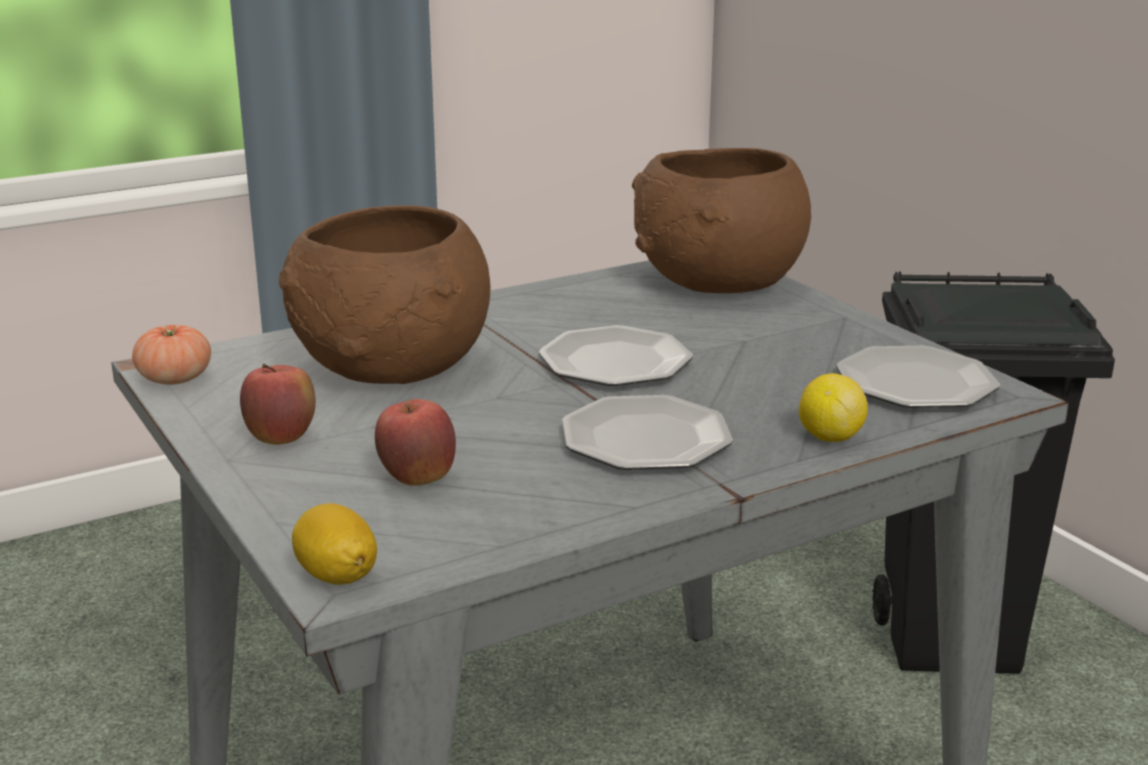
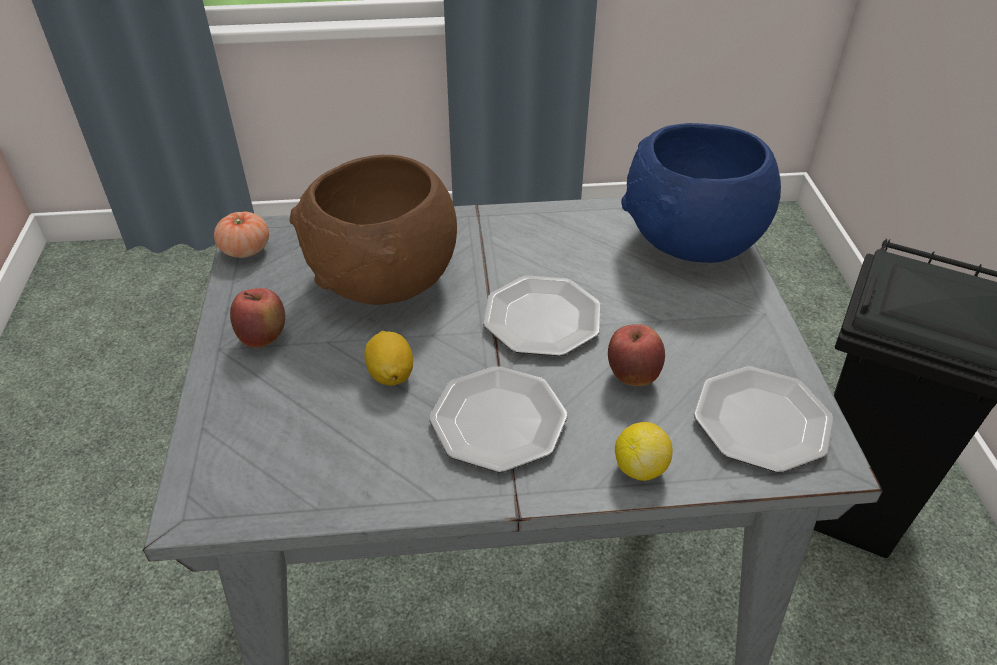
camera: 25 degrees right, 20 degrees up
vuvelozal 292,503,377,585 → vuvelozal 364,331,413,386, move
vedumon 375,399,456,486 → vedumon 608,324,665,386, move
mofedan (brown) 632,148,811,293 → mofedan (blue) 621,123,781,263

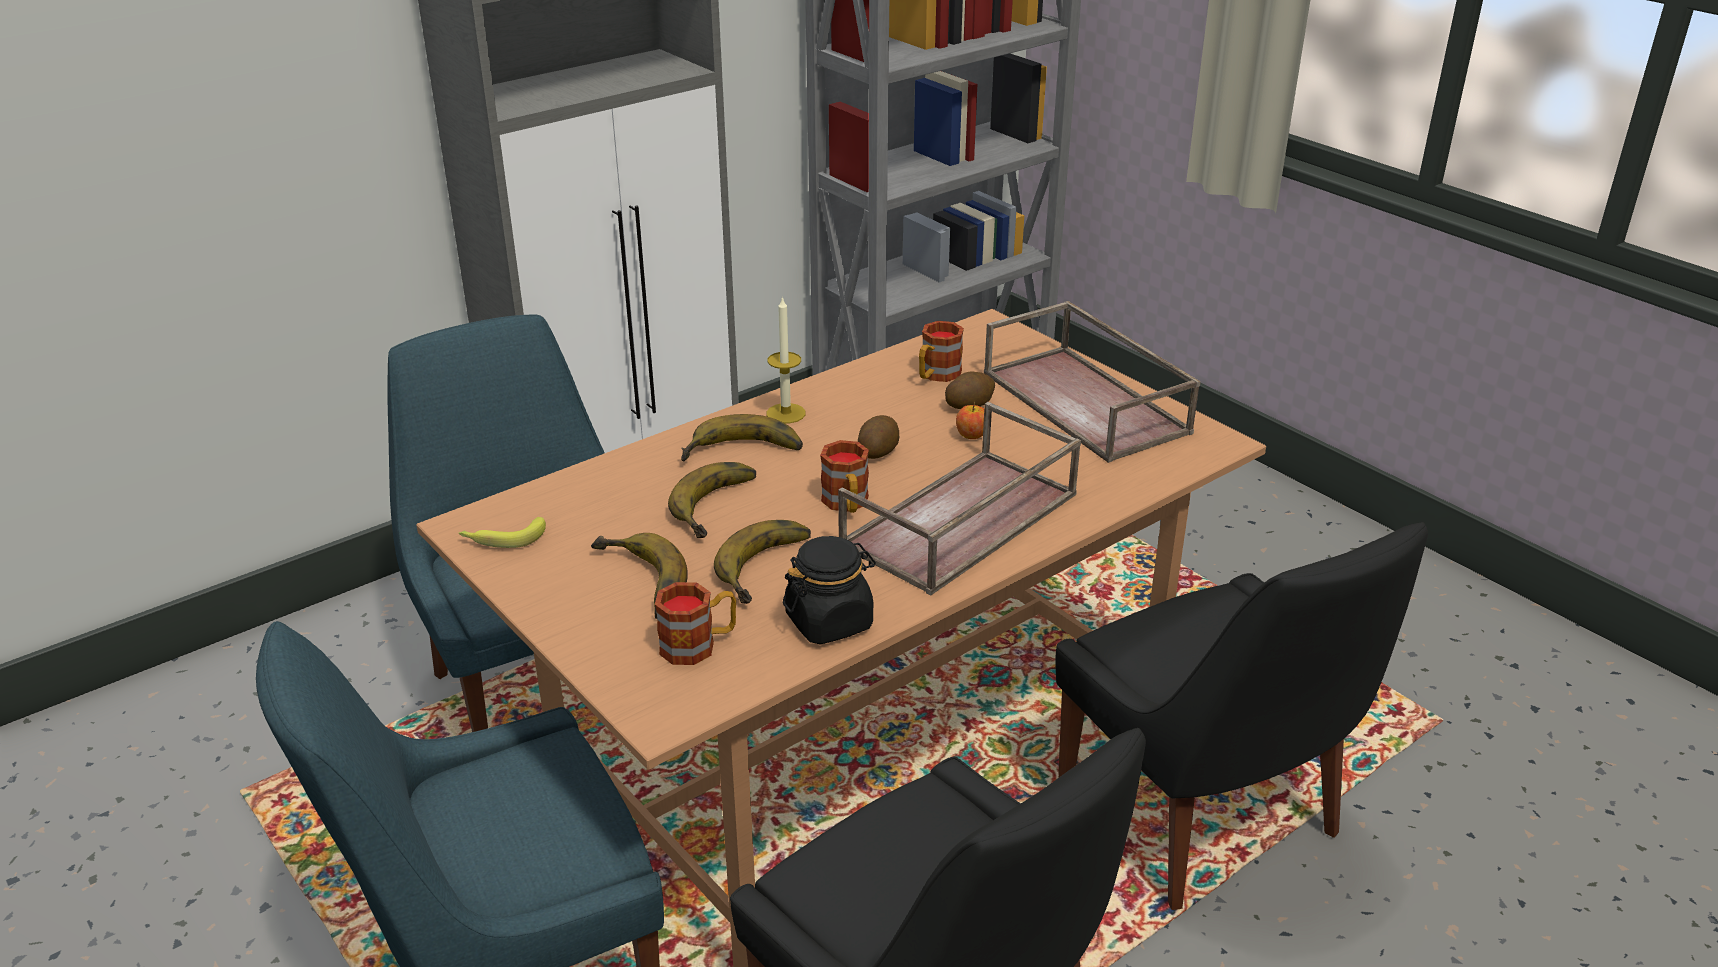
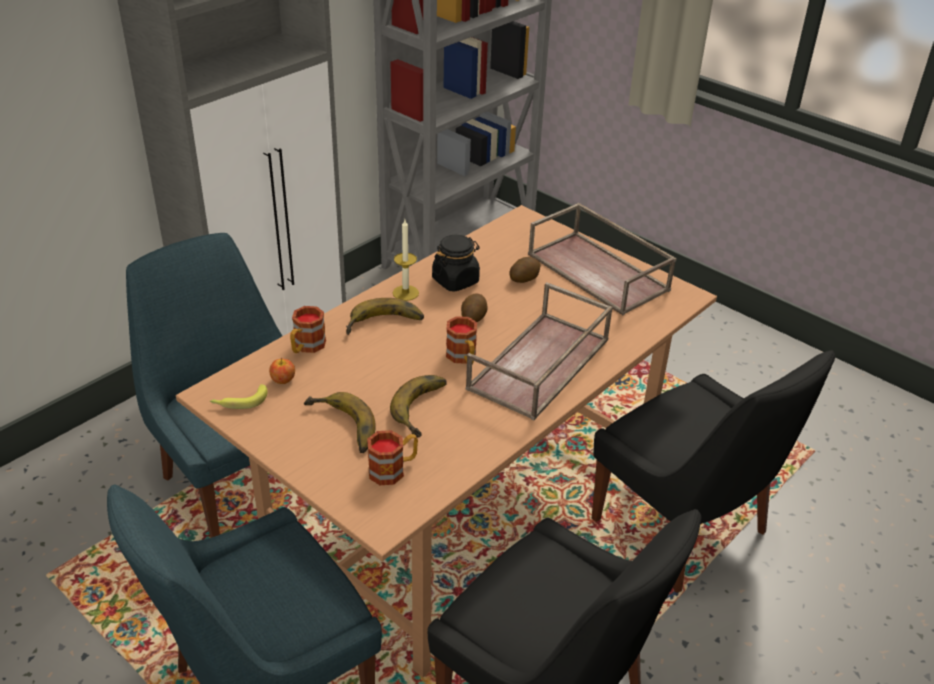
camera: 10 degrees left, 5 degrees up
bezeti 668,462,756,538 → -
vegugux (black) 783,536,876,645 → vegugux (black) 432,235,480,292, move
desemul 919,321,964,382 → desemul 290,306,326,353, move
vedumon 956,401,984,439 → vedumon 269,357,295,384, move

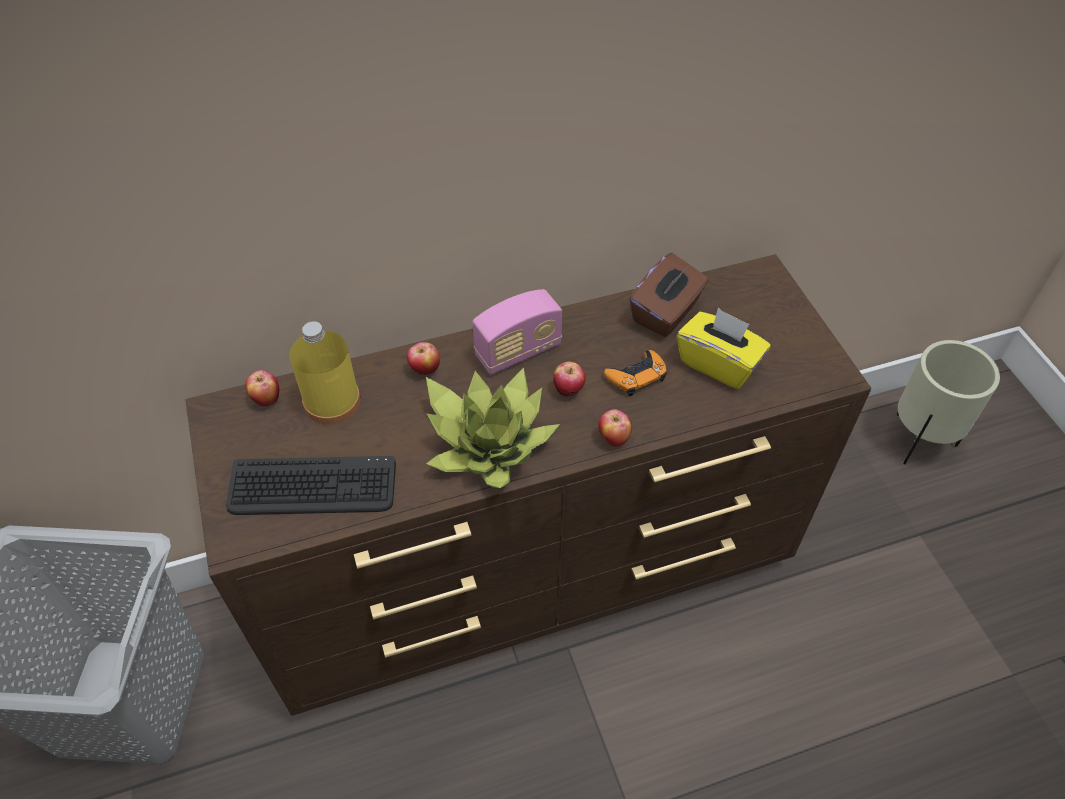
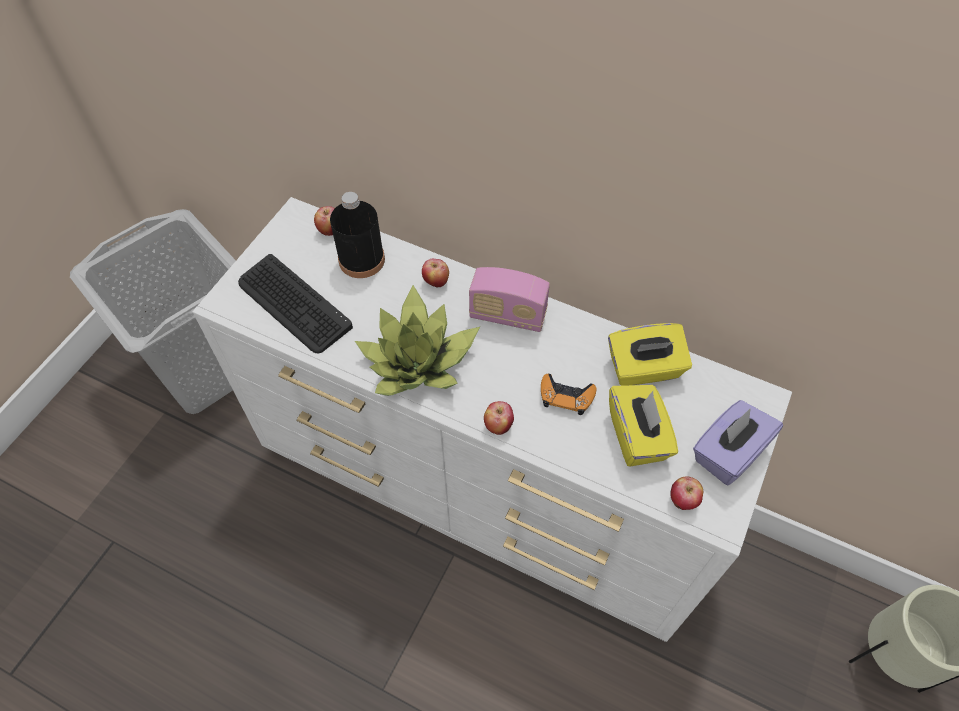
camera: 45 degrees right, 5 degrees up
- → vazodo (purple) 693,400,783,485
vedumon 553,362,586,397 → vedumon 670,476,703,510, move
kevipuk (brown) 185,254,871,716 → kevipuk (white) 193,197,792,642
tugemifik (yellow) 289,321,361,425 → tugemifik (black) 330,192,385,278
vazodo (brown) 630,253,709,337 → vazodo (yellow) 608,323,692,386

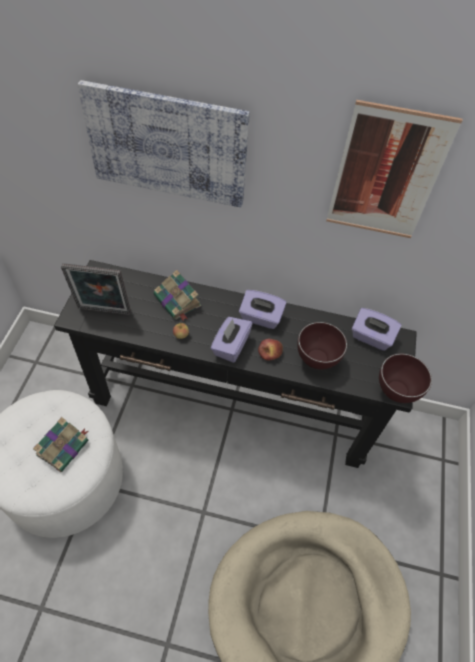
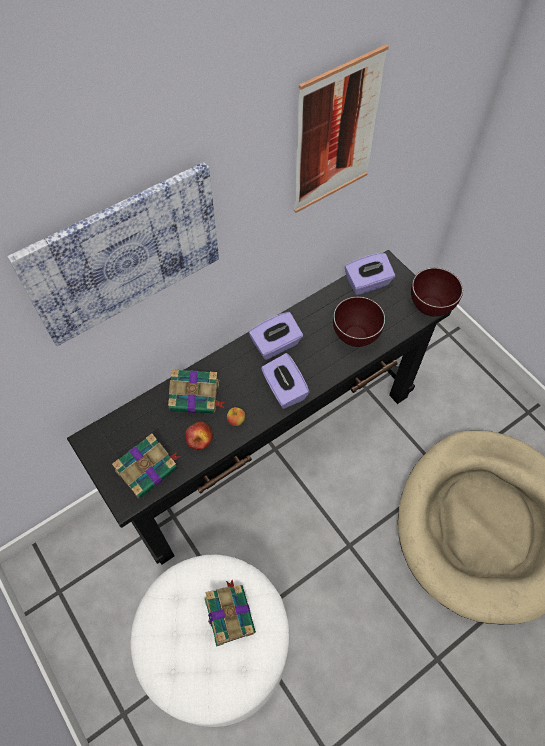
camera: 45 degrees left, 5 degrees up
vedumon 258,339,283,361 → vedumon 185,421,213,450, move
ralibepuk 61,263,131,315 → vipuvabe 112,433,180,499

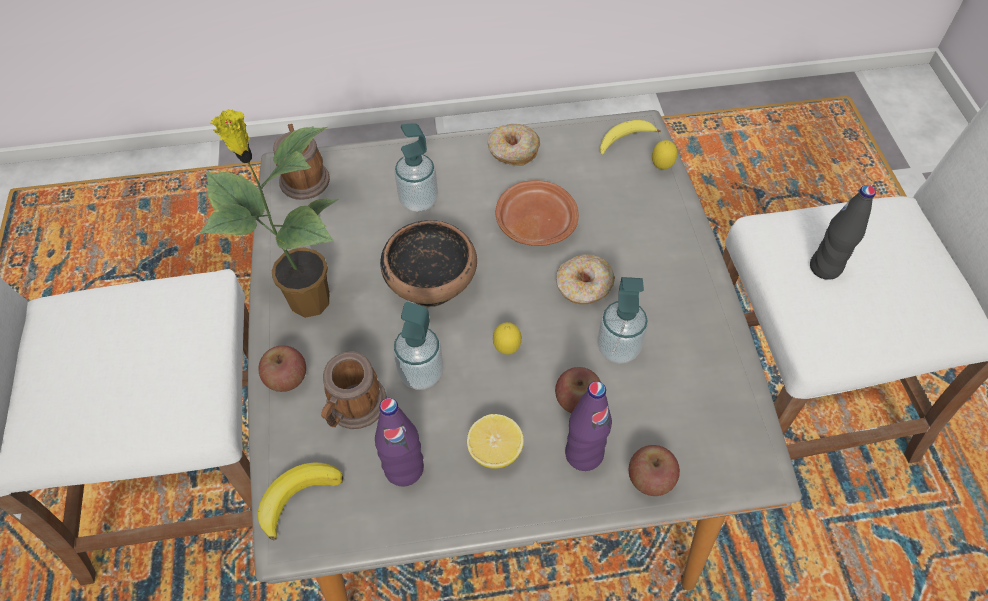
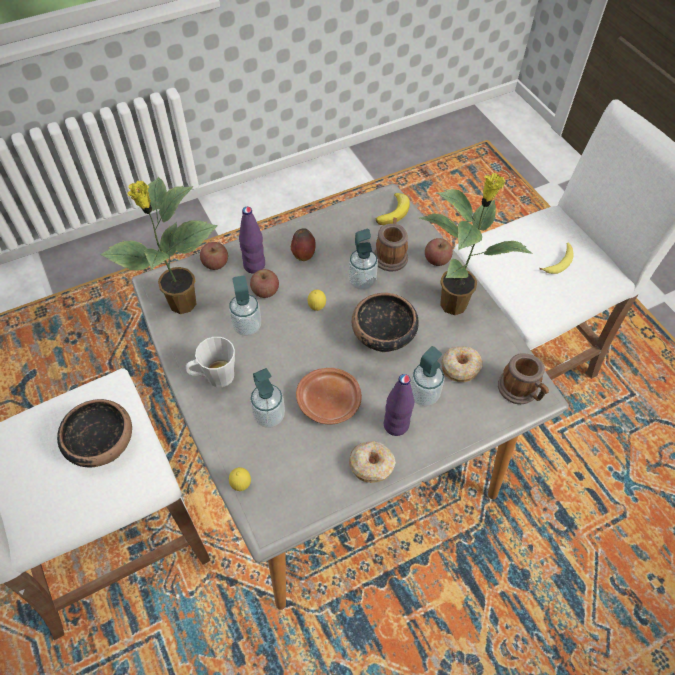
camera: 160 degrees right, 0 degrees up
- → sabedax 100,177,218,314
- → desemul (grey) 186,337,235,387
- → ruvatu 250,368,285,428
tugemifik (purple) 375,398,424,486 → tugemifik (purple) 384,374,414,436, move
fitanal 556,254,615,304 → fitanal 441,346,483,382, move
bezeti 600,120,661,155 → bezeti 539,243,574,274, move
vuvelozal 467,414,524,469 → vedumon 291,228,316,261
tugemifik (black) 810,185,876,280 → mofedan 57,399,132,467

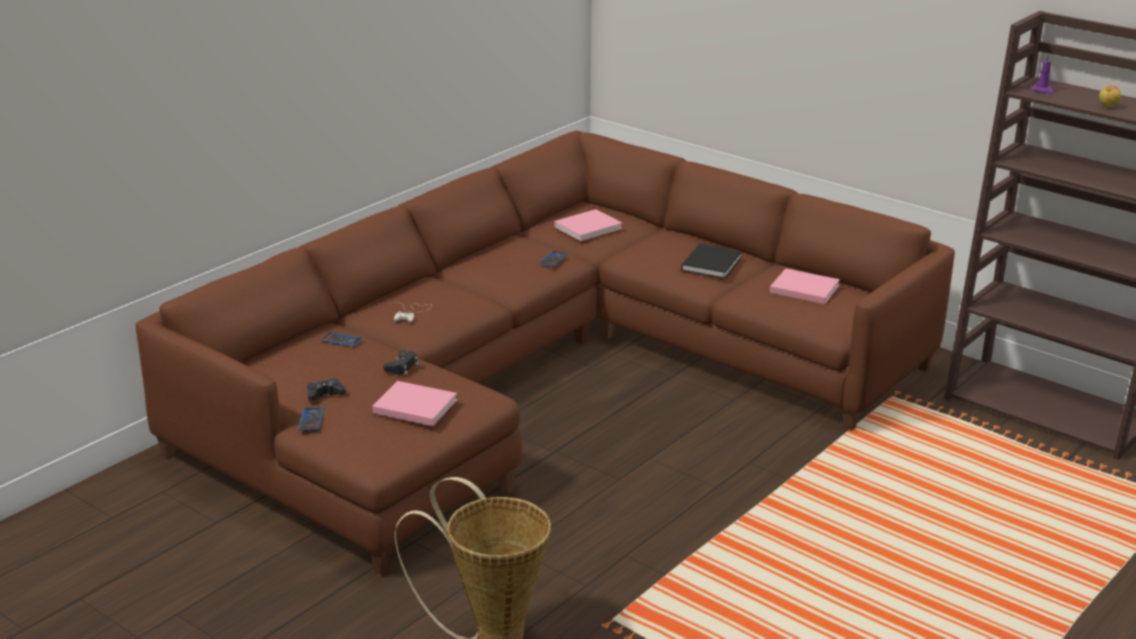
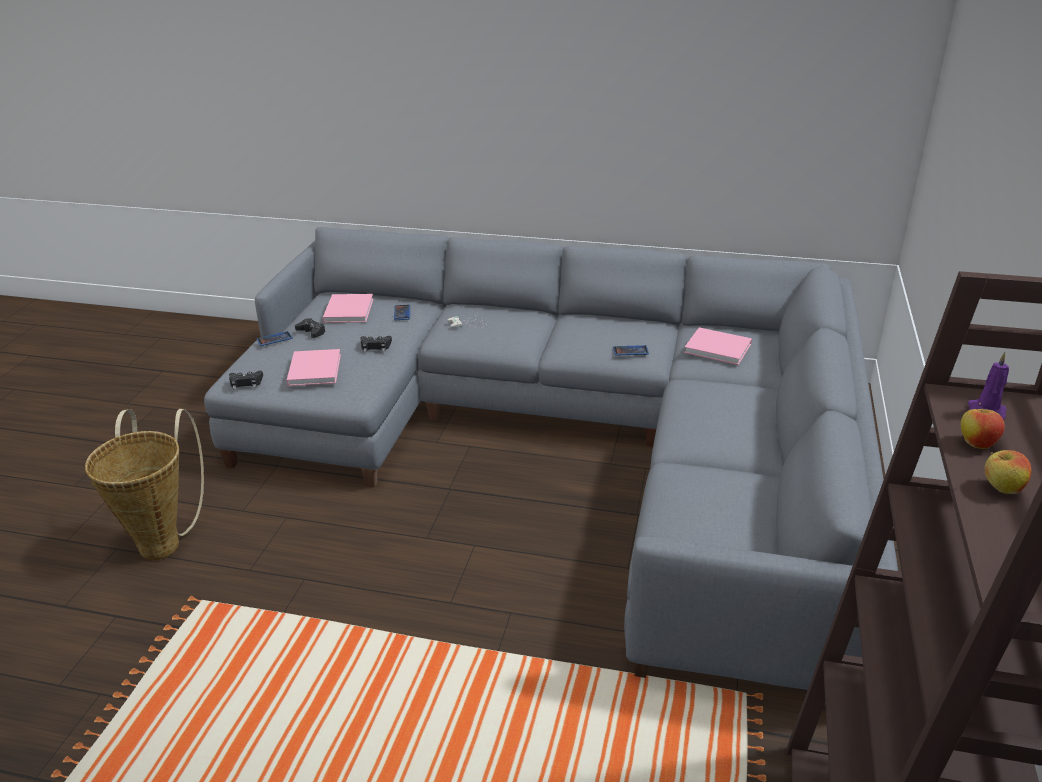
camera: 65 degrees right, 5 degrees up
vipuvabe (black) 681,244,742,279 → -
- → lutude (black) 229,371,263,389
- → vedumon 961,403,1005,449
vipuvabe (pink) 770,268,840,304 → vipuvabe (pink) 323,294,374,323, move
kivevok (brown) 135,131,955,576 → kivevok (grey) 204,227,898,690

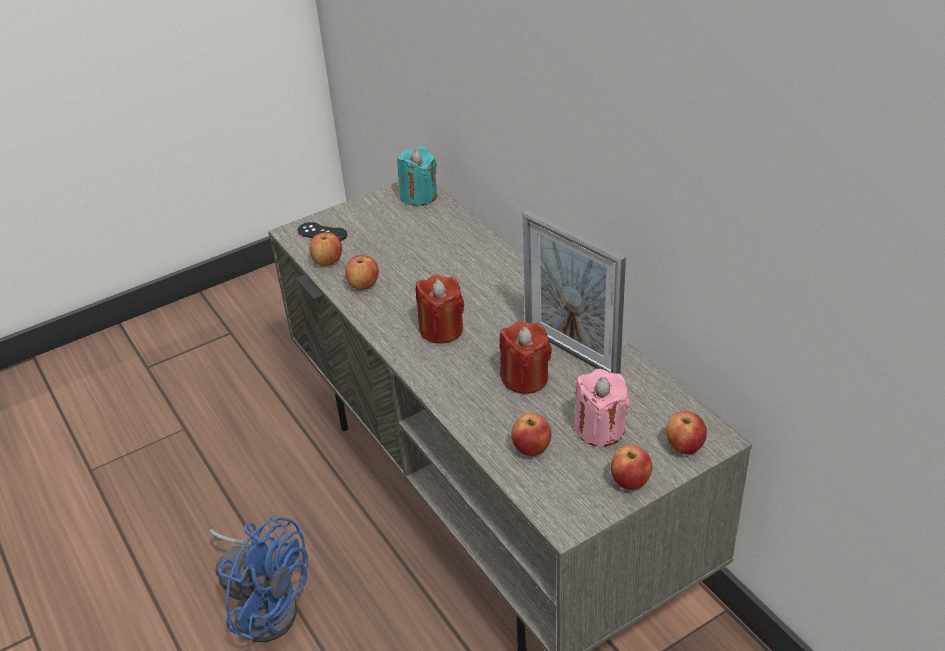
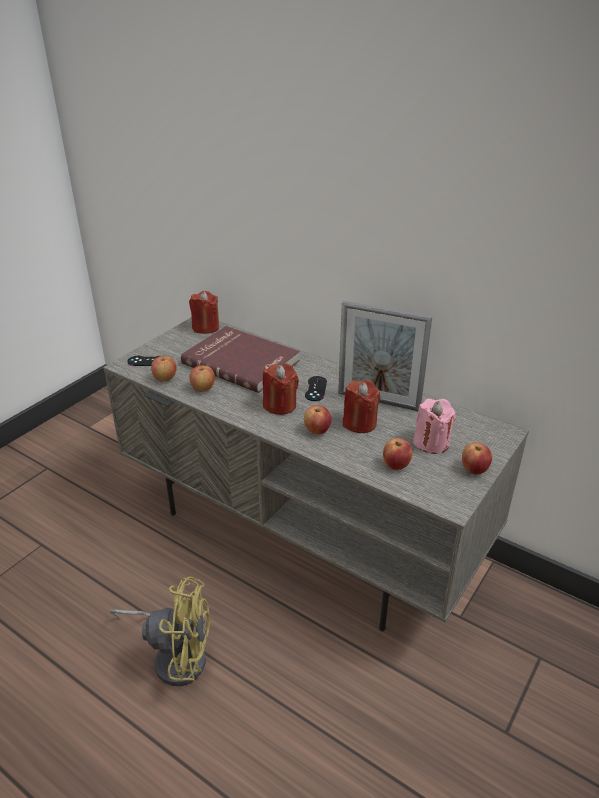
camera: 25 degrees left, 5 degrees down
- → vipuvabe (red) 181,326,300,393
- → lutude (black) 305,376,327,401
vedumon 666,411,707,455 → vedumon 304,405,332,434, move
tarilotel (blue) 210,517,308,642 → tarilotel (yellow) 110,577,211,686
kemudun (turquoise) 397,147,437,206 → kemudun (red) 189,291,219,334

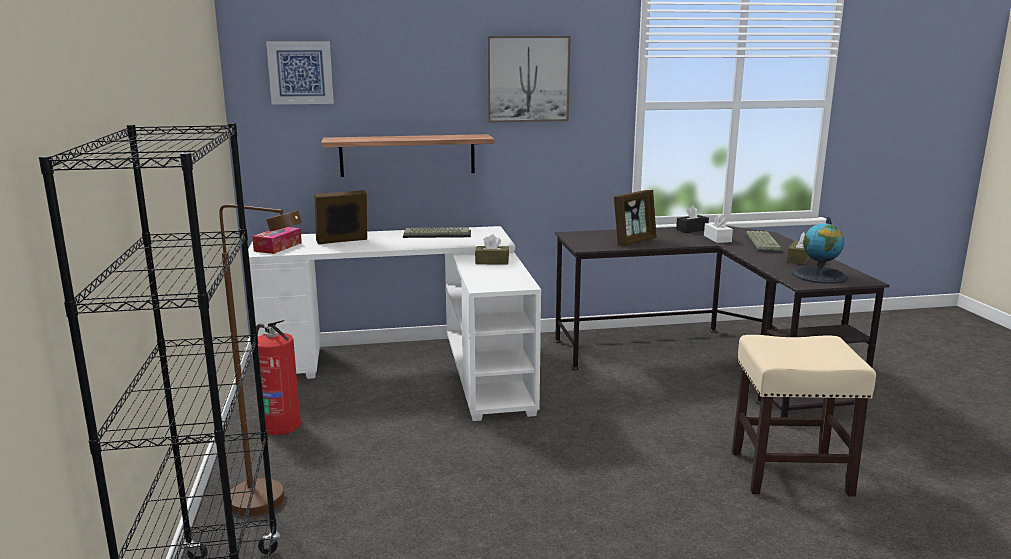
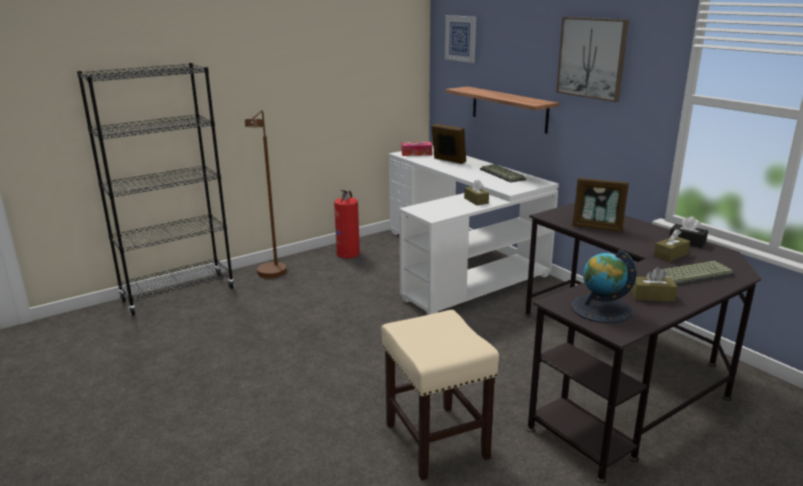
camera: 65 degrees right, 5 degrees up
vazodo (white) 704,214,733,243 → vazodo (brown) 654,229,690,262

